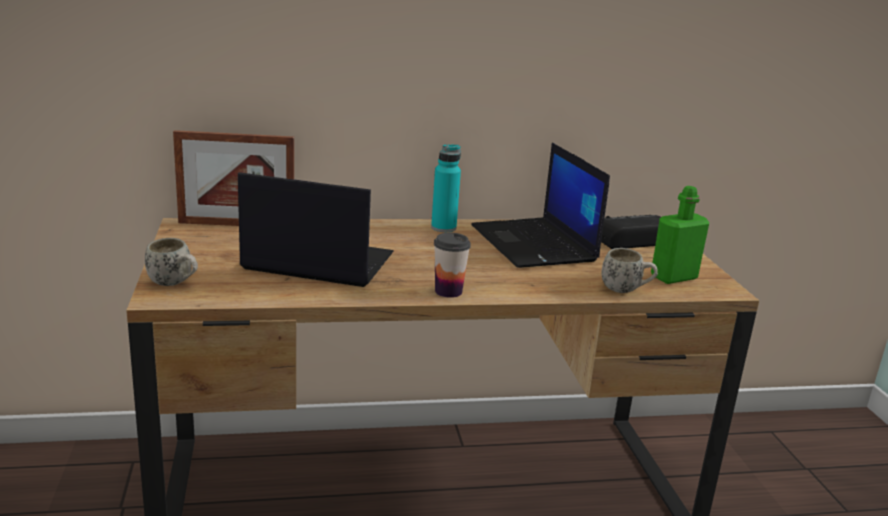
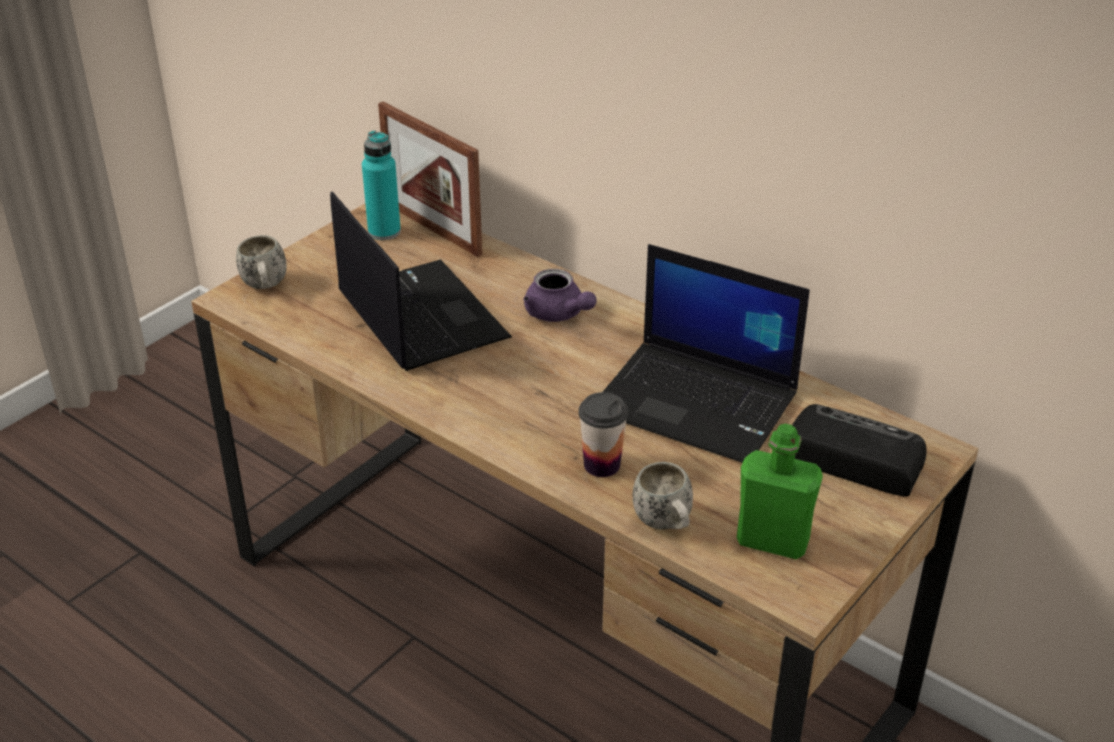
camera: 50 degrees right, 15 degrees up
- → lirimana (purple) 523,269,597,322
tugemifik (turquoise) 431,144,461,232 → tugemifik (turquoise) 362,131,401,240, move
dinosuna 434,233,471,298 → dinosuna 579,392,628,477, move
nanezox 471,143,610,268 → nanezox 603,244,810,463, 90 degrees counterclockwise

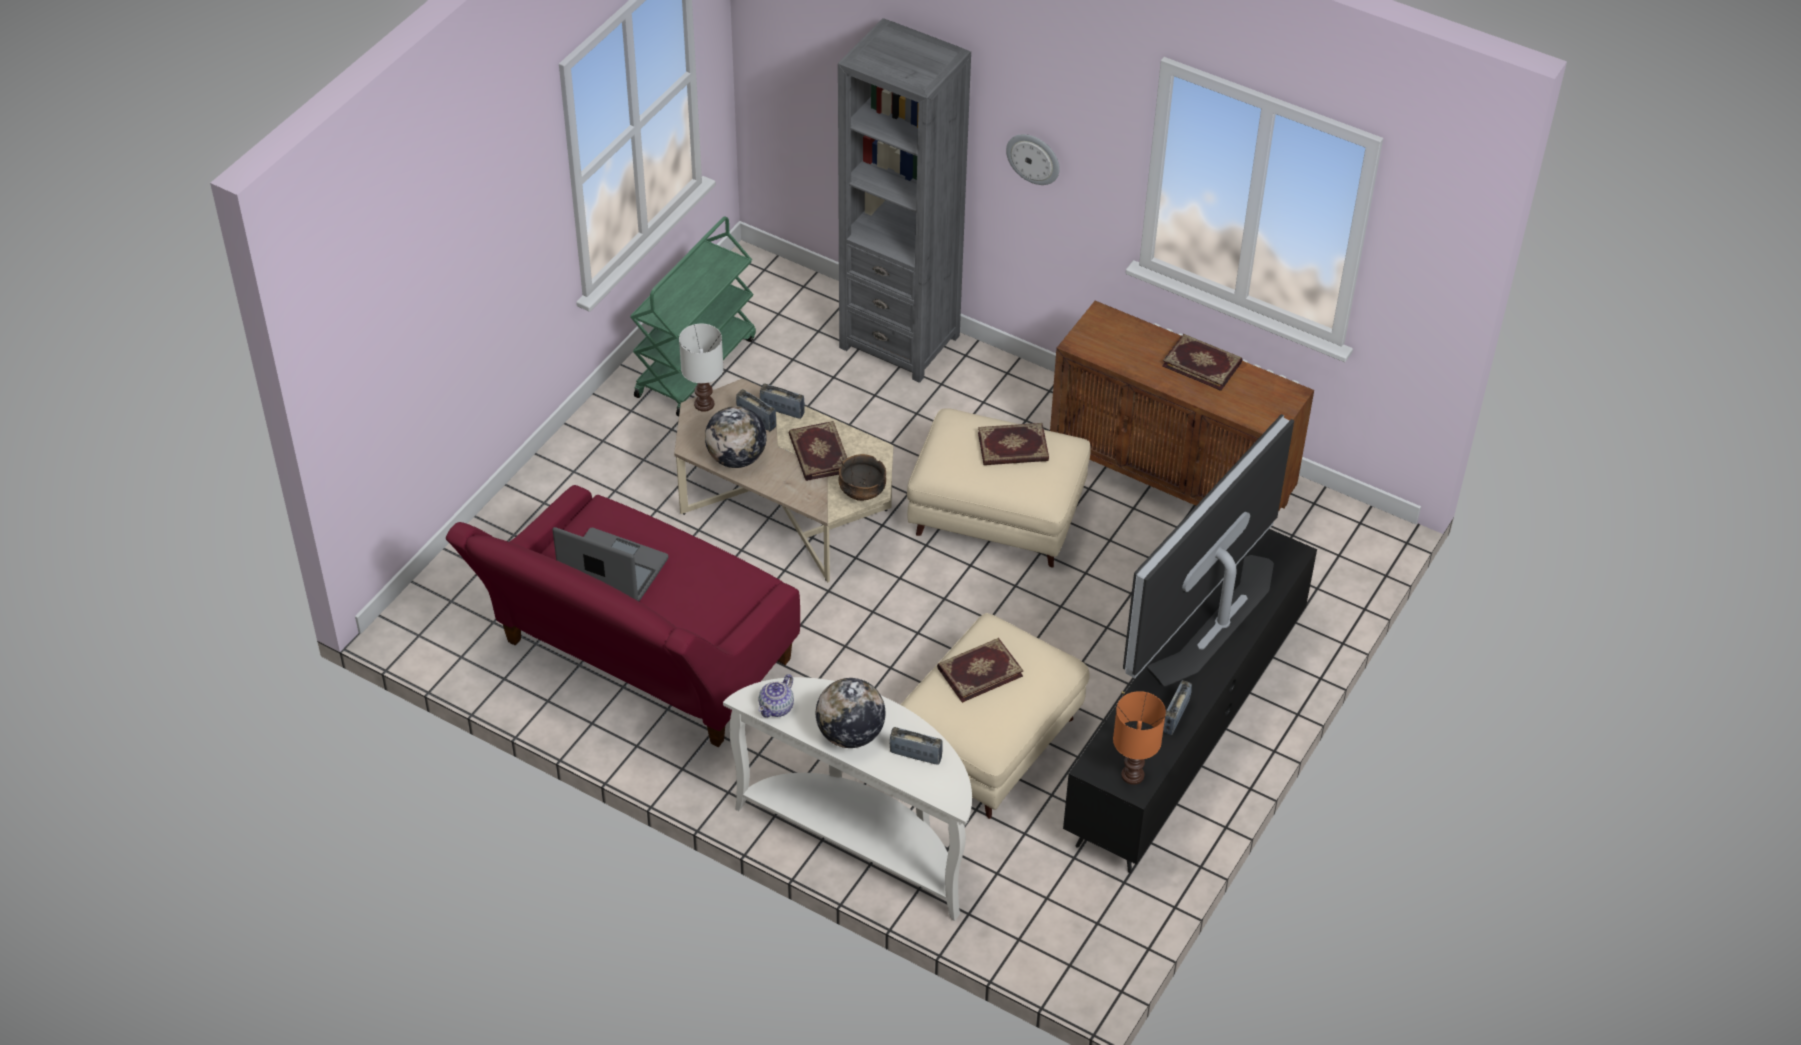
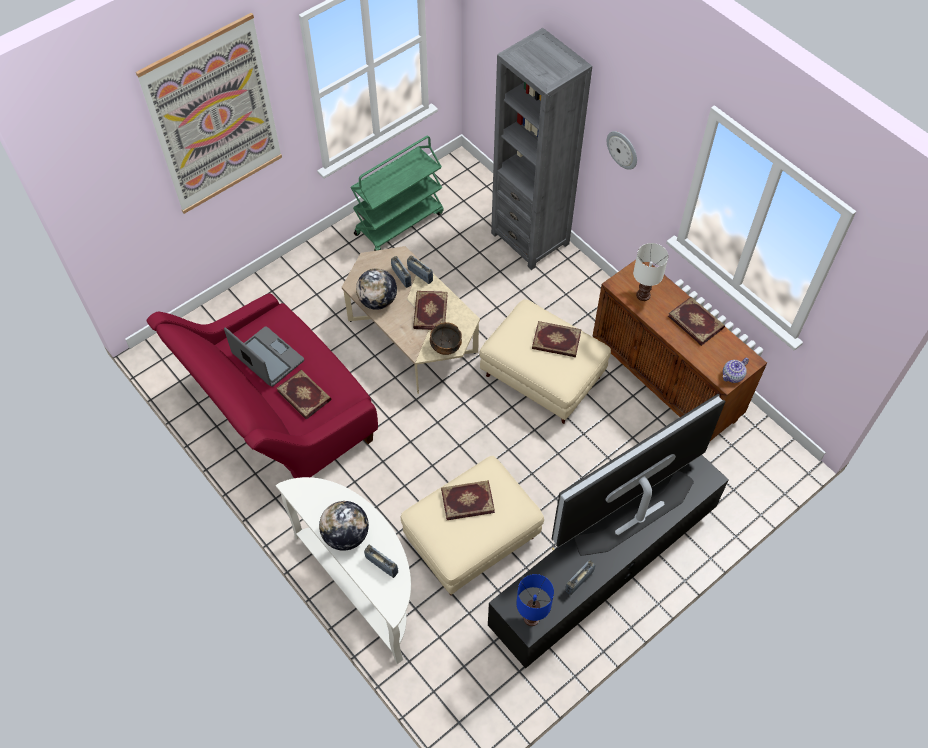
camera: 20 degrees right, 10 degrees up
- → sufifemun 136,13,282,214
- → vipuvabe 276,370,332,420
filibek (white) 679,324,723,412 → filibek (white) 633,243,668,301, move
lirimana 758,674,794,718 → lirimana 723,358,749,383, move
filibek (orange) 1113,691,1166,785 → filibek (blue) 516,574,554,626

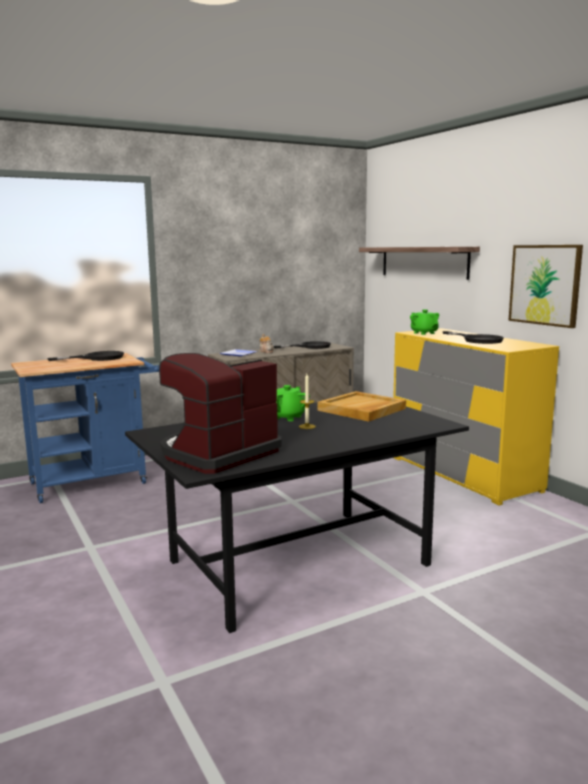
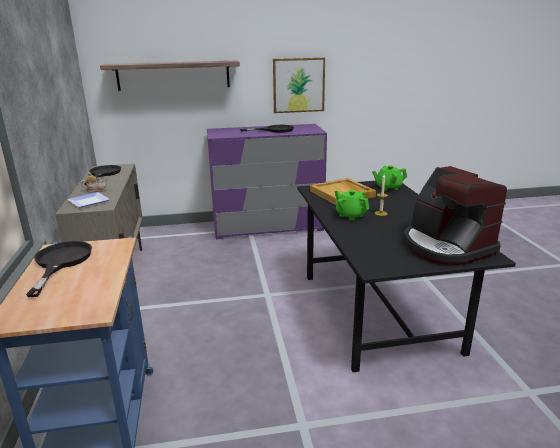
camera: 70 degrees left, 10 degrees up
lirimana (green) 410,309,439,335 → lirimana (green) 372,165,407,191, move
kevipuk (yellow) 393,328,559,505 → kevipuk (purple) 207,124,327,239

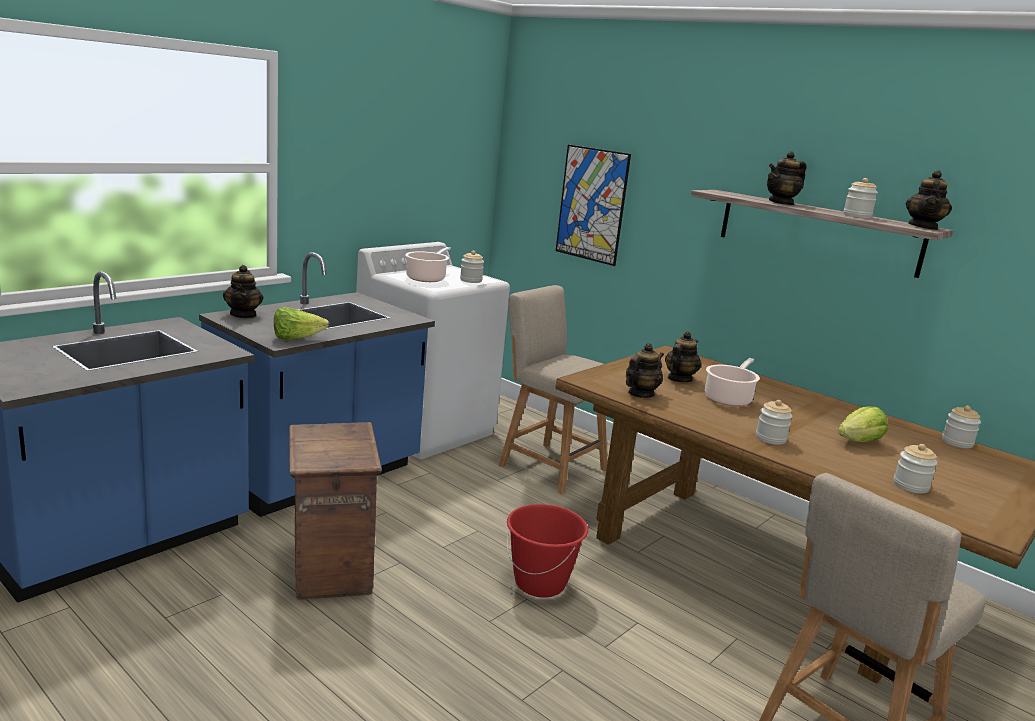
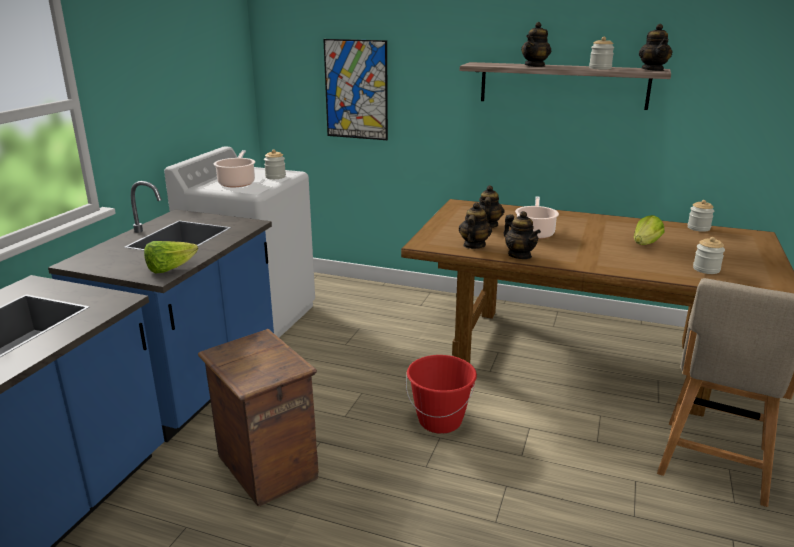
camera: 20 degrees left, 5 degrees up
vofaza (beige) 499,285,607,494 → -
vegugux 756,400,792,445 → -
lirimana 223,265,263,318 → lirimana 504,211,541,259, move

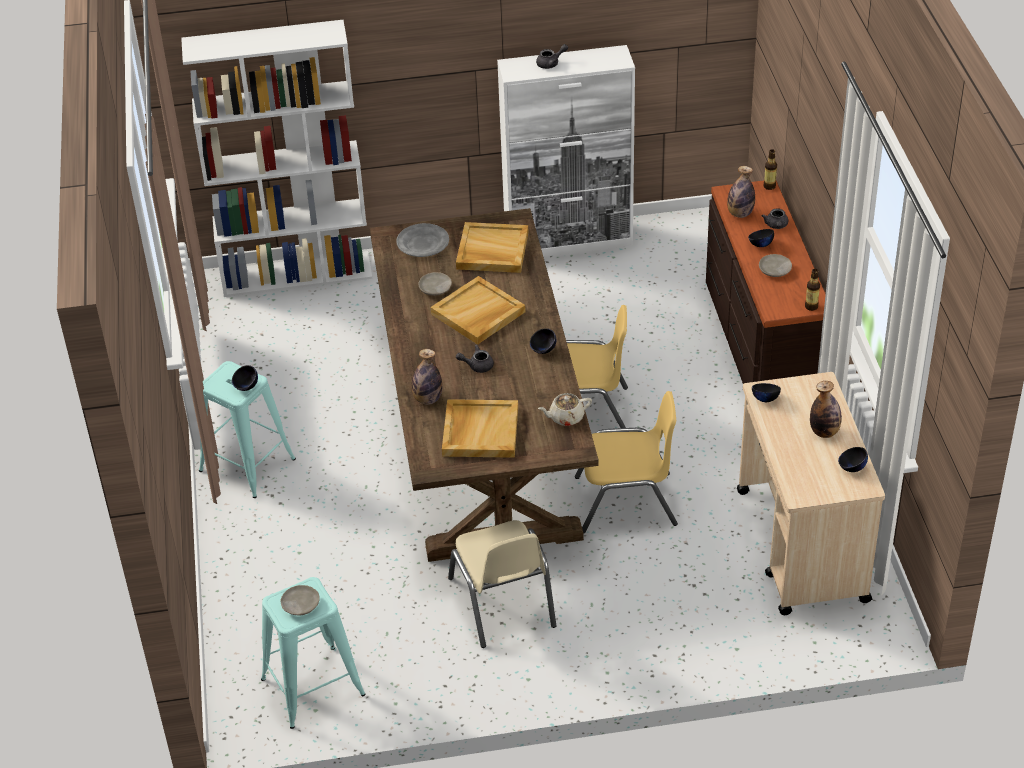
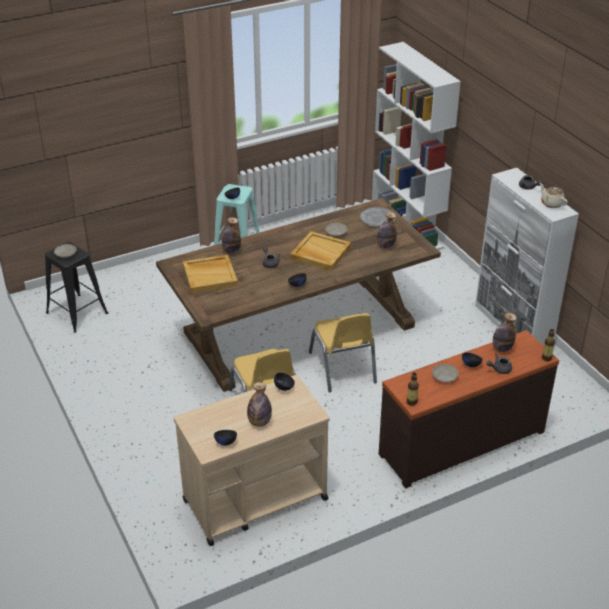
camera: 70 degrees right, 5 degrees down
vofaza (beige) 448,520,556,648 → -
lirimana (beige) 538,393,592,426 → lirimana (beige) 540,183,568,208, move
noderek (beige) 456,222,528,273 → tugemifik 377,212,397,249
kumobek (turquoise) 261,577,366,729 → kumobek (black) 45,242,108,333

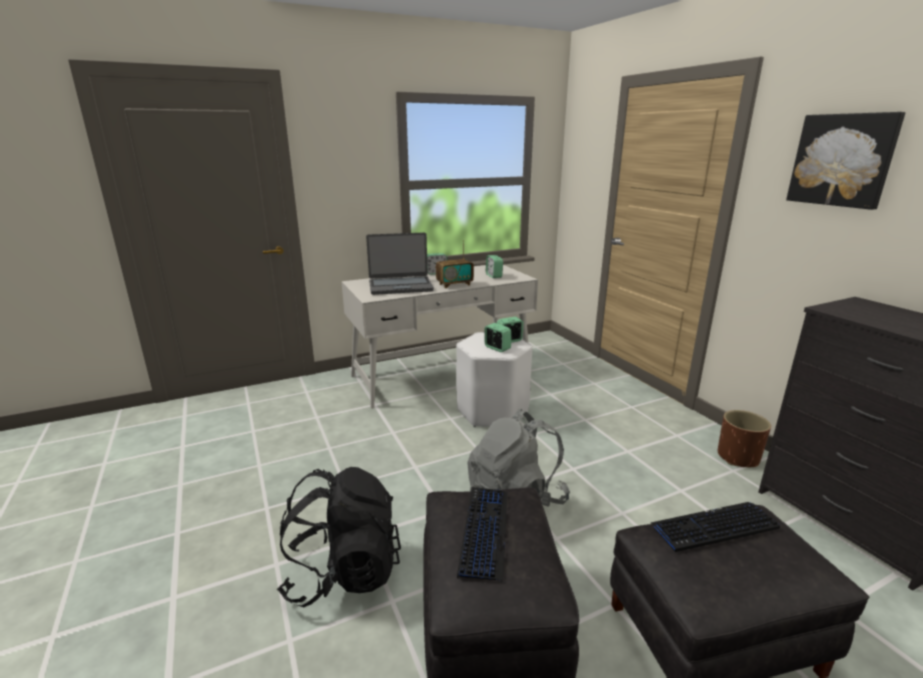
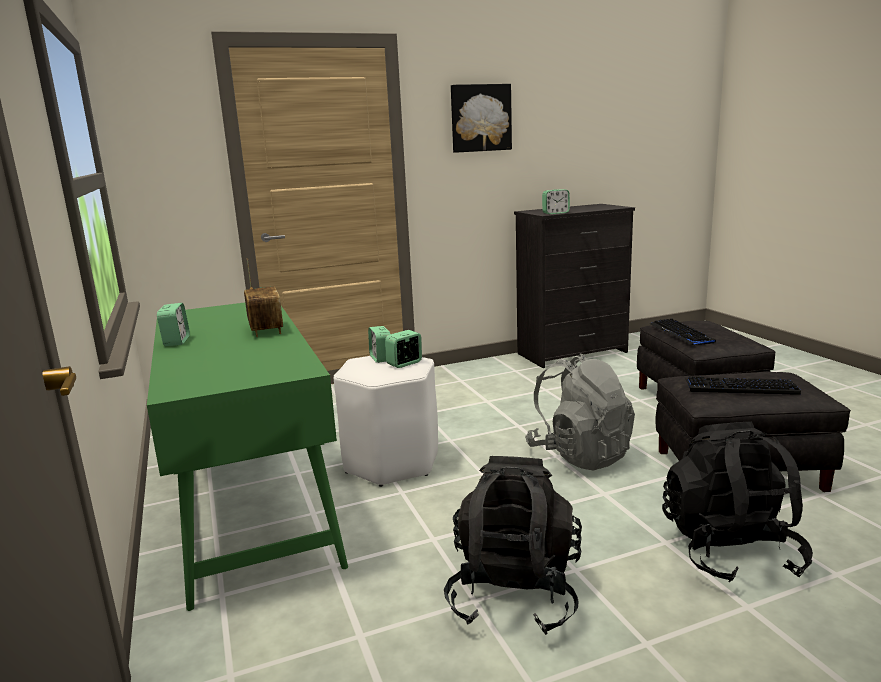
camera: 85 degrees left, 5 degrees down
nanezox 366,233,434,295 → -
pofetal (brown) 718,410,771,467 → -
- → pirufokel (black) 444,456,582,635
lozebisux 486,255,503,278 → lozebisux 542,189,570,214, move
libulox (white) 341,265,538,409 → libulox (green) 147,303,348,611

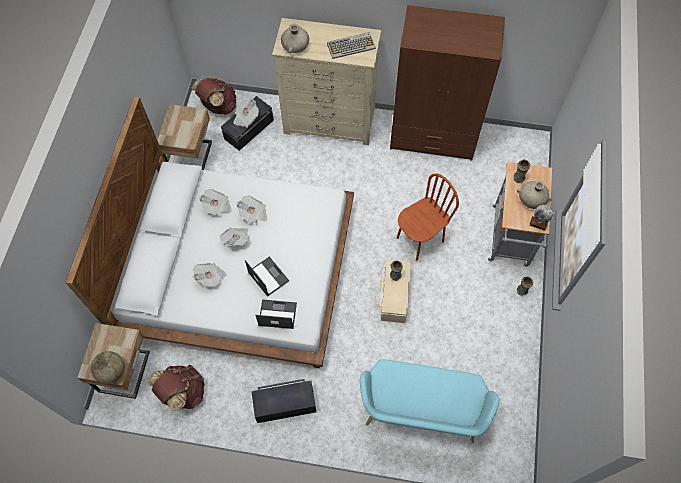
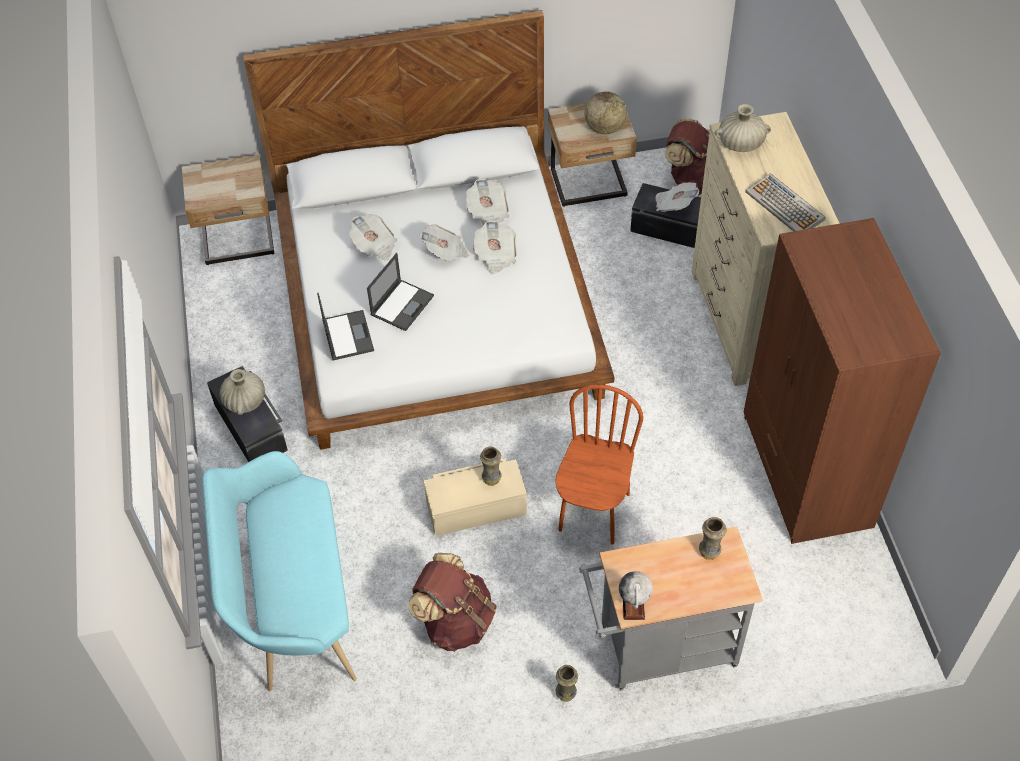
camera: 70 degrees right, 10 degrees down
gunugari 91,351,125,384 → gunugari 585,91,627,134, move
pirufokel (brown) 147,365,205,411 → pirufokel (brown) 408,553,497,652, move
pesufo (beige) 517,181,552,209 → pesufo (beige) 219,369,265,415, move
vofaza (brown) 397,173,459,260 → vofaza (brown) 555,384,643,545, 105 degrees counterclockwise

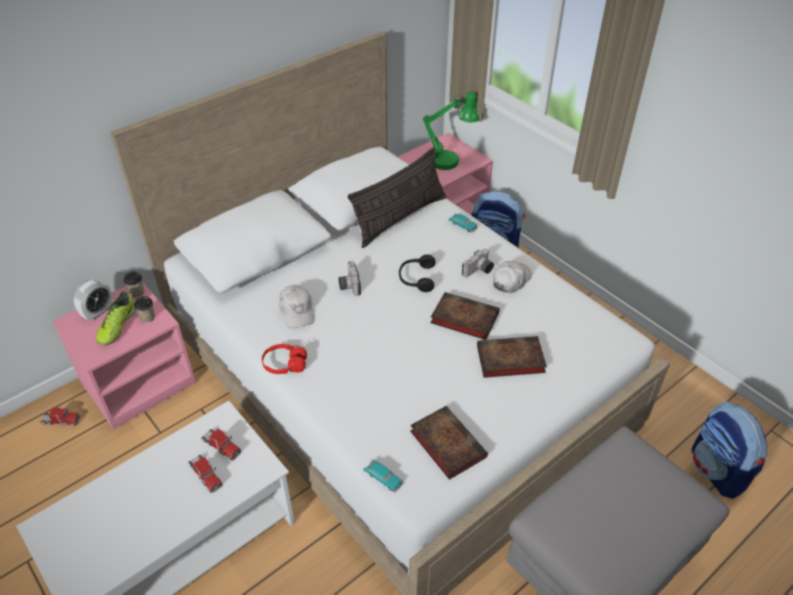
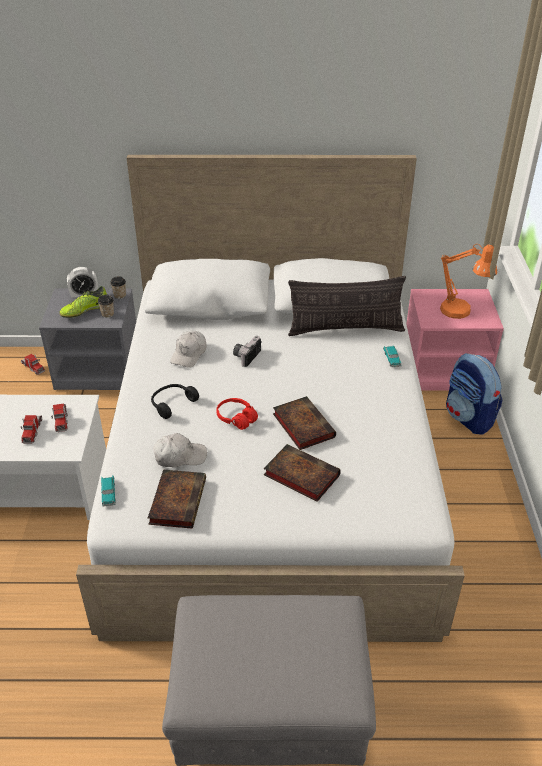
camera: 40 degrees right, 5 degrees down
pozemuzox 462,249,494,277 → -
pirufokel 692,402,767,499 → -
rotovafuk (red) 262,344,307,374 → rotovafuk (red) 216,398,258,430, move
rotovafuk (black) 399,255,435,292 → rotovafuk (black) 151,384,199,419, move
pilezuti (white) 493,261,532,293 → pilezuti (white) 153,433,207,467, move
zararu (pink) 52,283,196,430 → zararu (grey) 39,288,136,390
filibek (green) 423,92,479,170 → filibek (orange) 440,244,497,319

